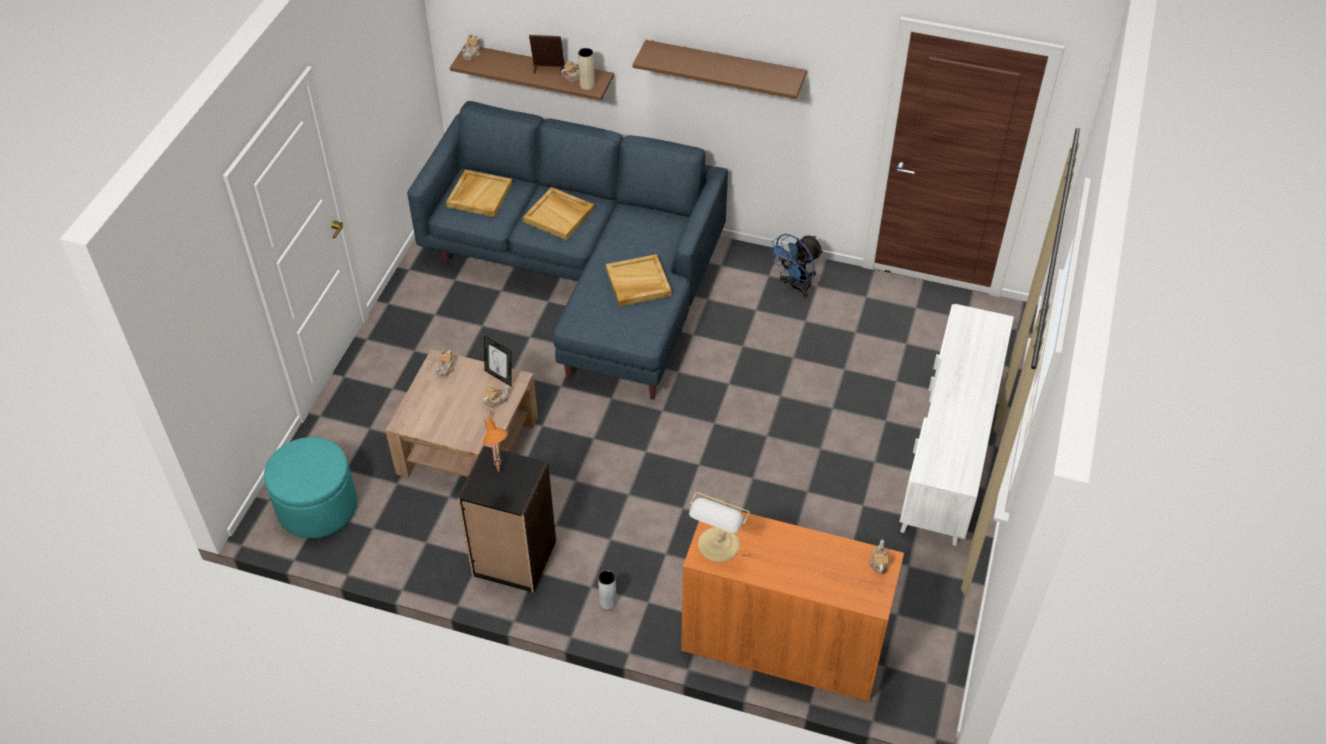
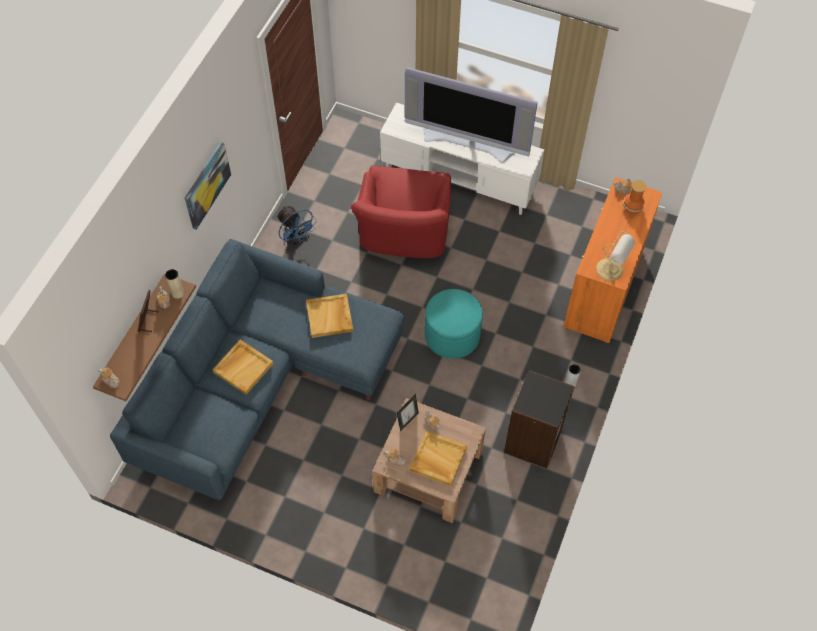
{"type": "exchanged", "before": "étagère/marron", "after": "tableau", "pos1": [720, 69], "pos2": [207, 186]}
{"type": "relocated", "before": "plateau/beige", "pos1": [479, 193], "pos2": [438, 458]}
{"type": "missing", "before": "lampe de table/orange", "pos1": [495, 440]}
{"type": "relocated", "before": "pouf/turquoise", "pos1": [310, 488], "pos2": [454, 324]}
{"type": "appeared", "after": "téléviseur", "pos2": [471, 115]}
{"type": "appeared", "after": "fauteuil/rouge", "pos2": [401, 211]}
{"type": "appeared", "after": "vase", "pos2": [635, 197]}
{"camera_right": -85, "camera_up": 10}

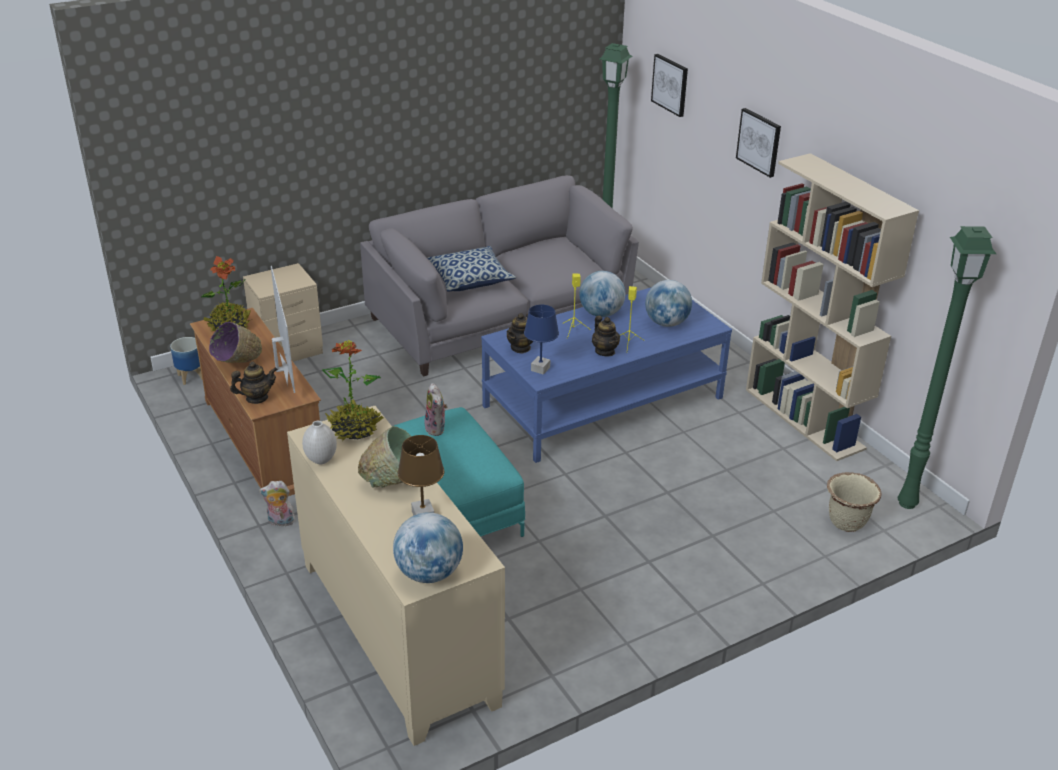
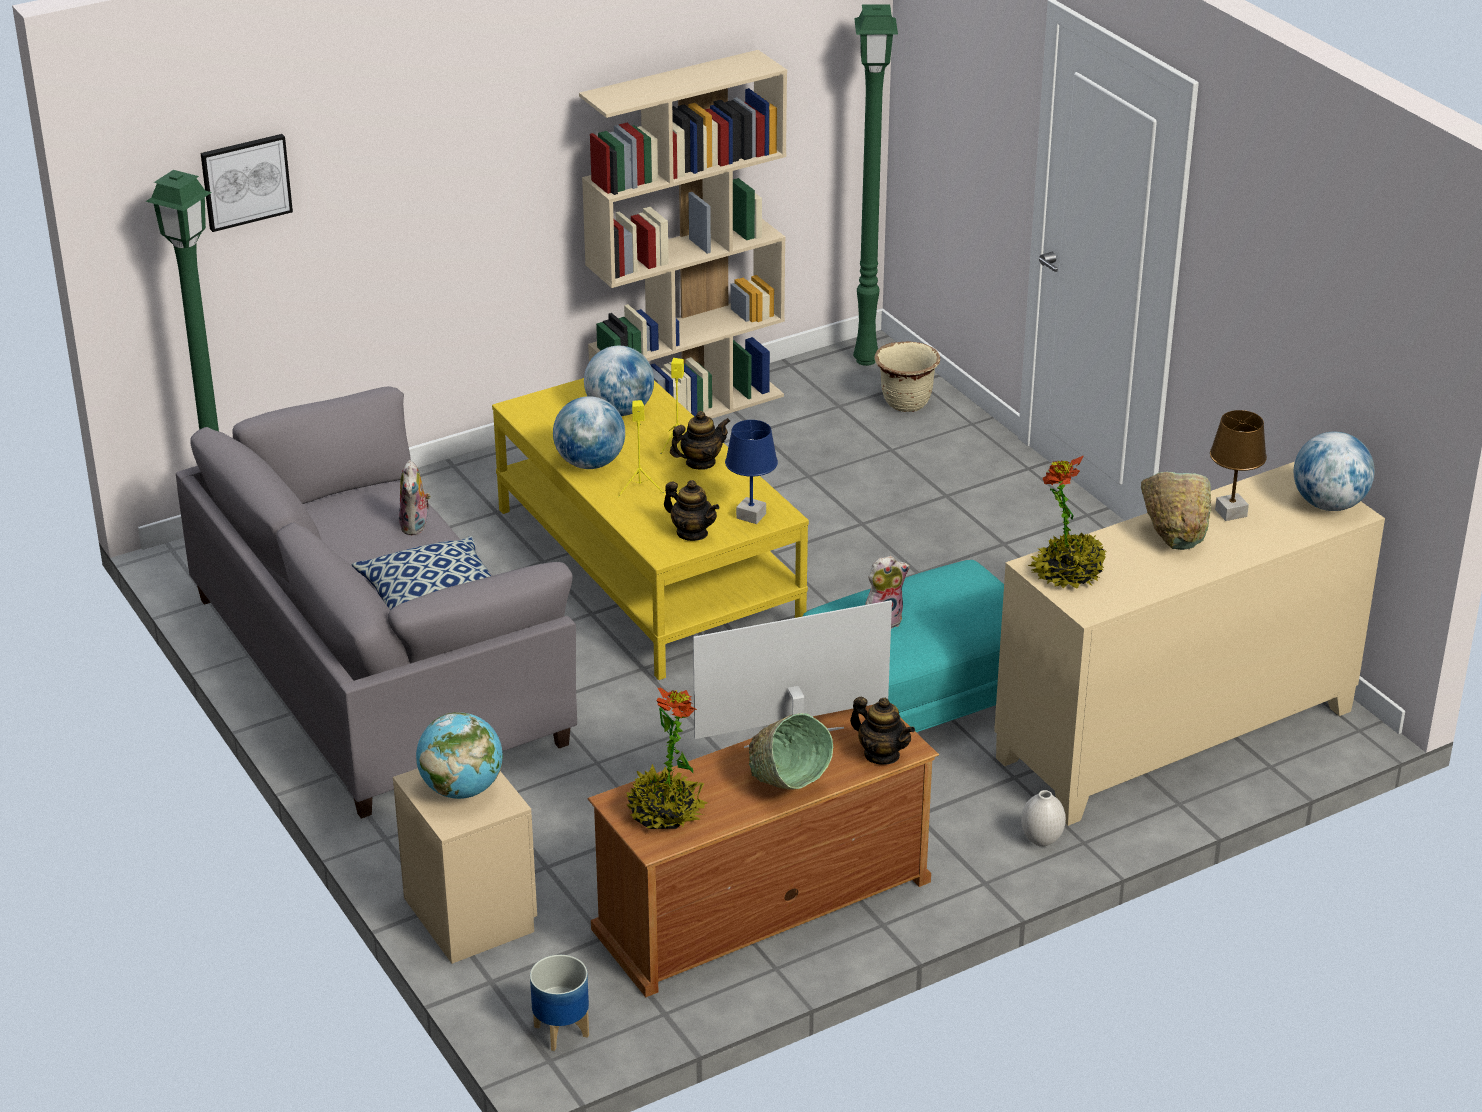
{"type": "missing", "before": "tableau", "pos1": [758, 143]}
{"type": "colour", "before": "table basse/bleu", "after": "table basse/jaune", "pos1": [606, 375], "pos2": [650, 529]}
{"type": "colour", "before": "bol/violet", "after": "bol/vert", "pos1": [235, 342], "pos2": [791, 751]}
{"type": "spun", "before": "théière", "pos1": [254, 382], "pos2": [882, 731], "turn": 150}
{"type": "relocated", "before": "vase/blanc", "pos1": [319, 442], "pos2": [1043, 818]}
{"type": "relocated", "before": "peluche", "pos1": [277, 504], "pos2": [415, 497]}
{"type": "appeared", "after": "globe", "pos2": [459, 755]}
{"camera_right": -90, "camera_up": 0}

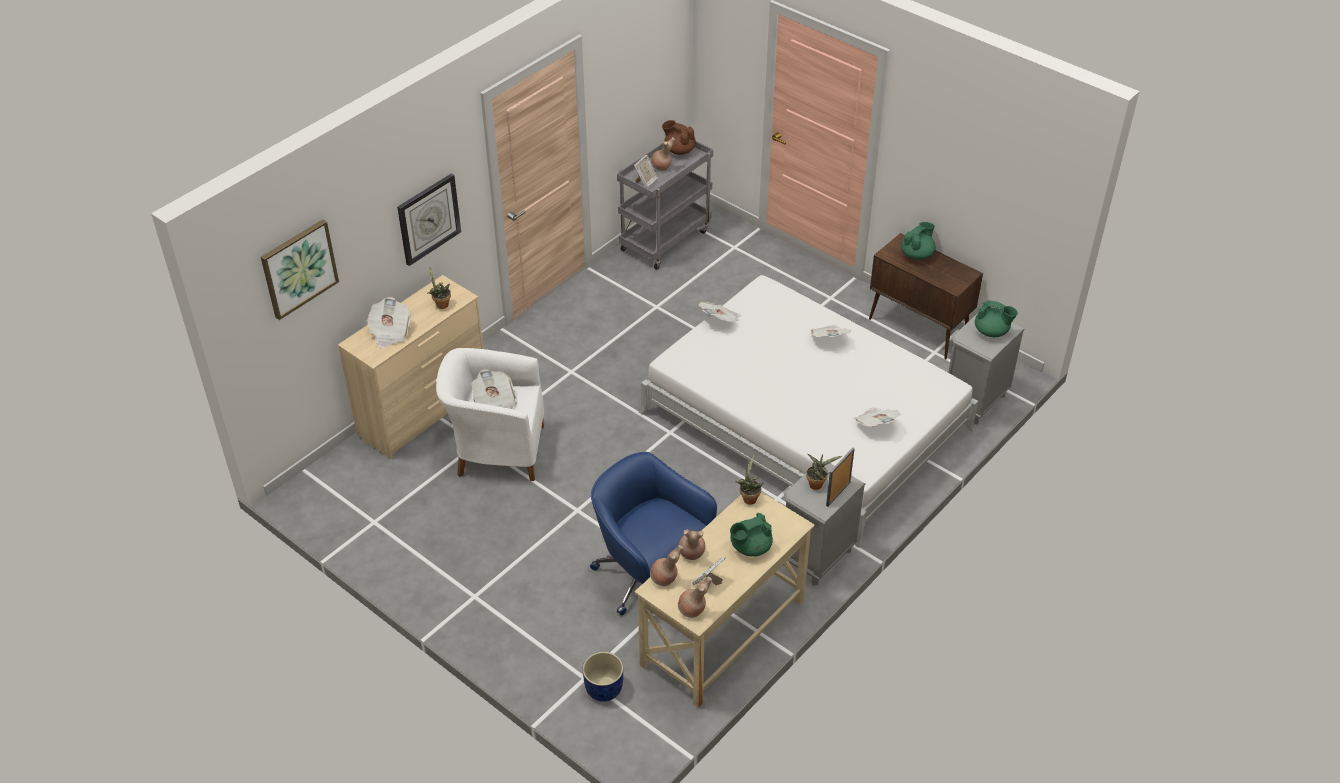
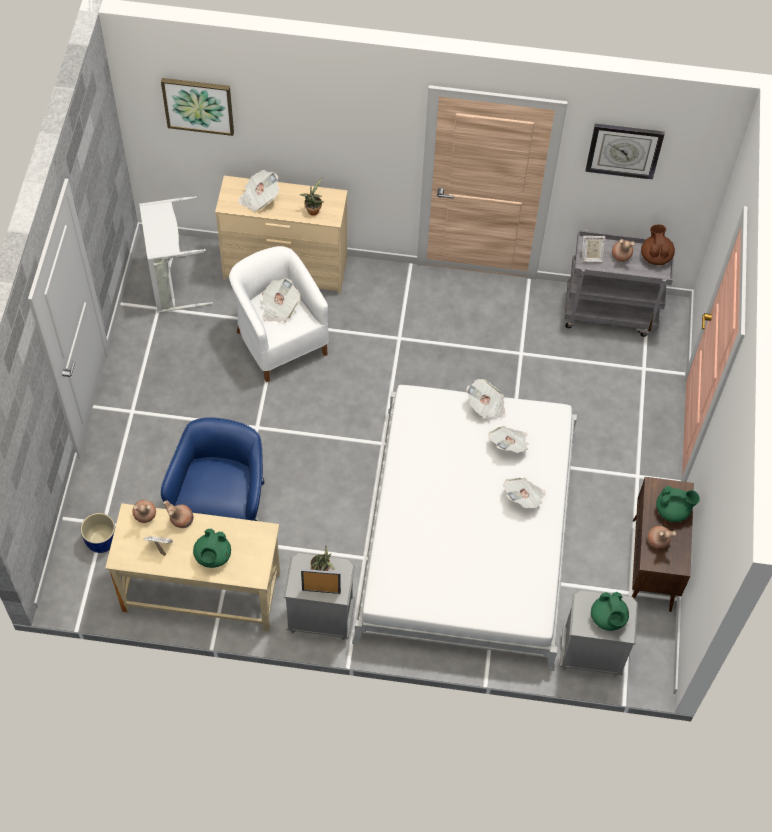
{"type": "relocated", "before": "horloge murale", "pos1": [429, 220], "pos2": [625, 152]}
{"type": "relocated", "before": "journal", "pos1": [878, 417], "pos2": [508, 439]}
{"type": "missing", "before": "plante en pot", "pos1": [749, 480]}
{"type": "spun", "before": "théière/vert", "pos1": [751, 535], "pos2": [212, 548], "turn": -105}
{"type": "relocated", "before": "vase/marron", "pos1": [695, 597], "pos2": [661, 537]}
{"type": "appeared", "after": "panier à linge/gris", "pos2": [176, 254]}
{"camera_right": 55, "camera_up": 15}

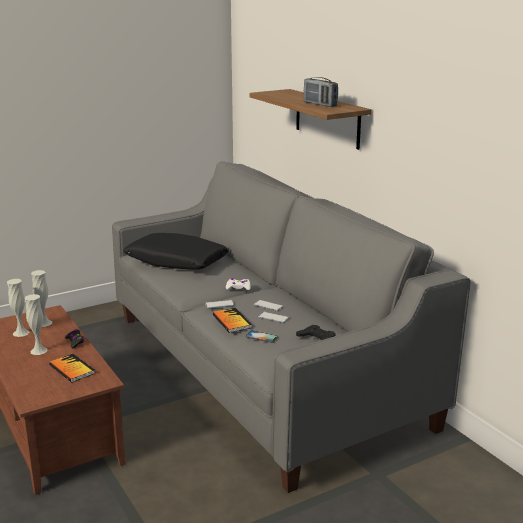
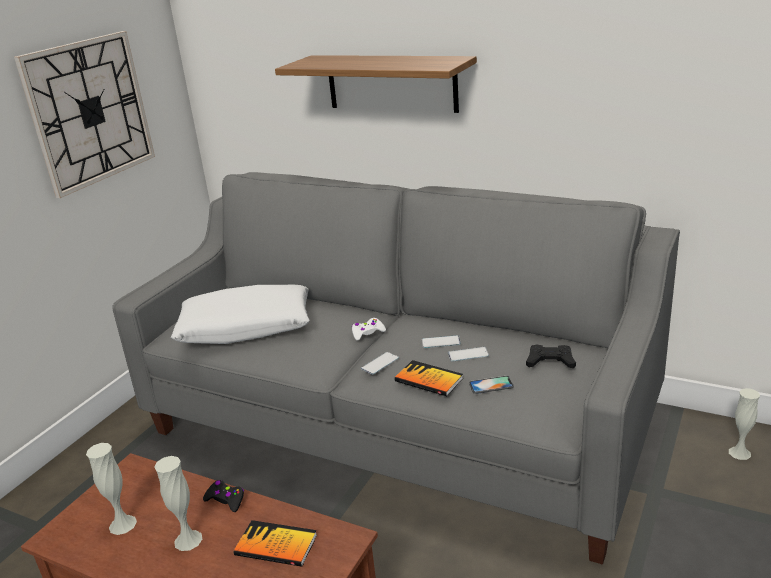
{"type": "missing", "before": "radio", "pos1": [321, 92]}
{"type": "colour", "before": "coussin/noir", "after": "coussin/blanc", "pos1": [176, 251], "pos2": [240, 314]}
{"type": "relocated", "before": "vase/blanc", "pos1": [41, 298], "pos2": [744, 424]}
{"type": "appeared", "after": "horloge murale", "pos2": [84, 114]}
{"camera_right": -30, "camera_up": 5}

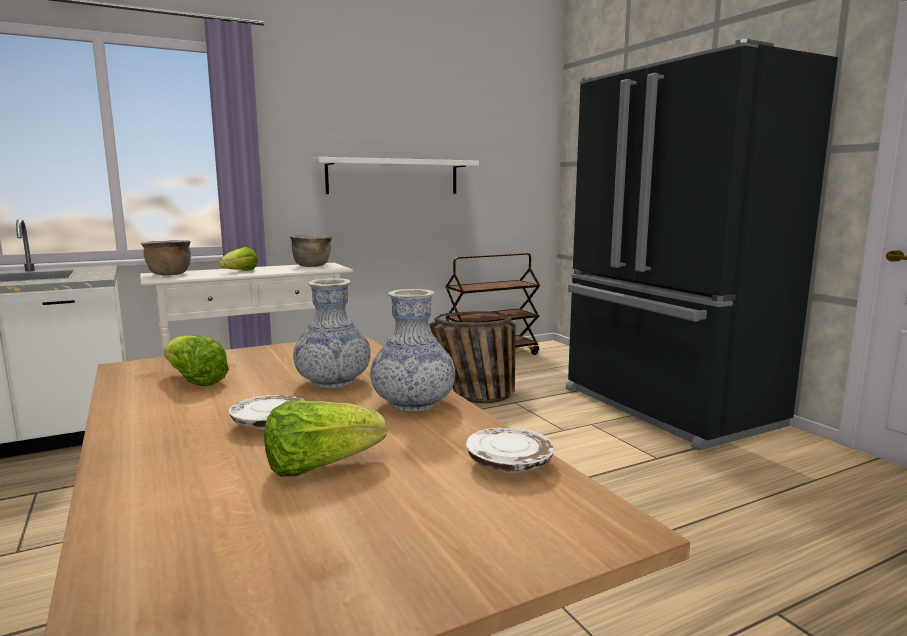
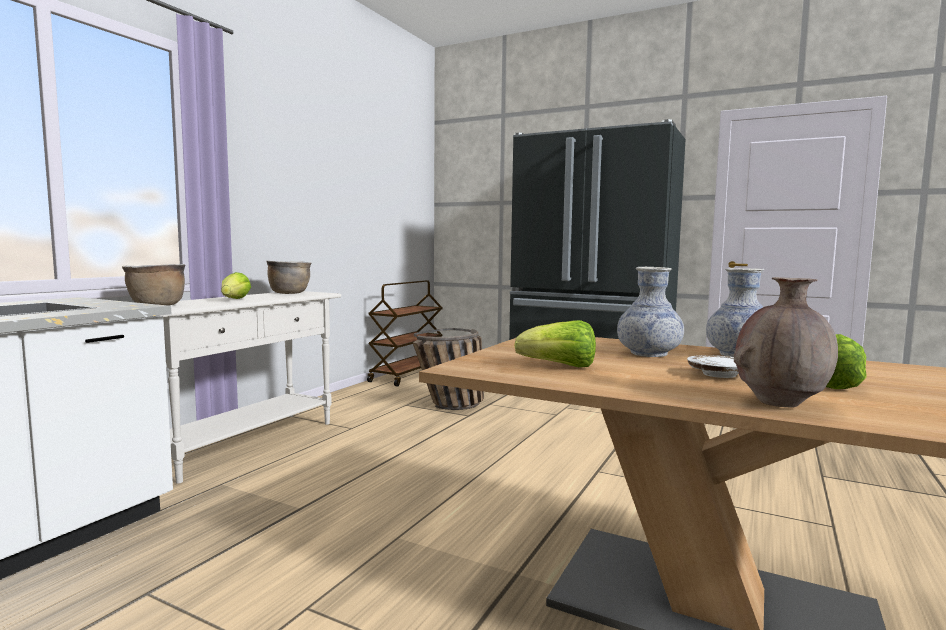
{"type": "missing", "before": "étagère/blanc", "pos1": [395, 175]}
{"type": "missing", "before": "assiette/blanc", "pos1": [510, 450]}
{"type": "appeared", "after": "vase/marron", "pos2": [786, 342]}
{"camera_right": -35, "camera_up": -5}

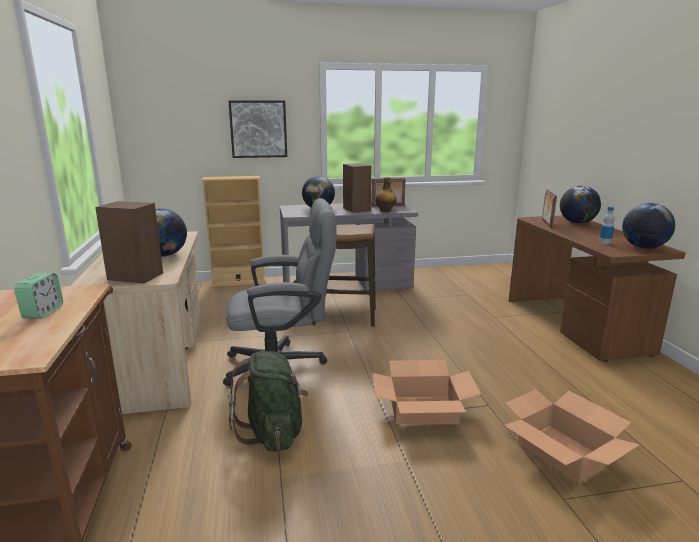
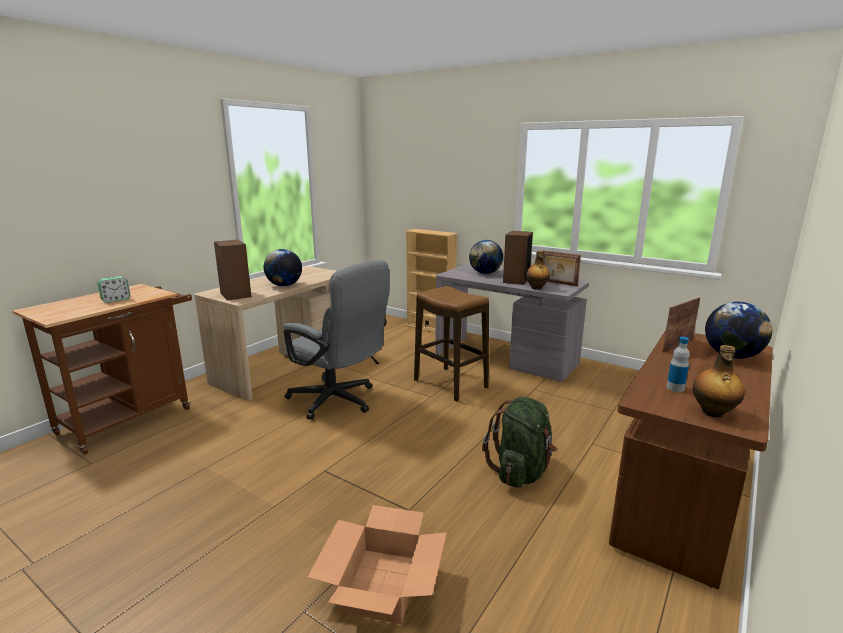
{"type": "missing", "before": "tableau", "pos1": [257, 129]}
{"type": "exchanged", "before": "globe", "after": "bouteille", "pos1": [648, 226], "pos2": [719, 381]}
{"type": "relocated", "before": "sac à dos/vert", "pos1": [268, 401], "pos2": [519, 442]}
{"type": "missing", "before": "carton", "pos1": [426, 392]}
{"camera_right": 45, "camera_up": 0}

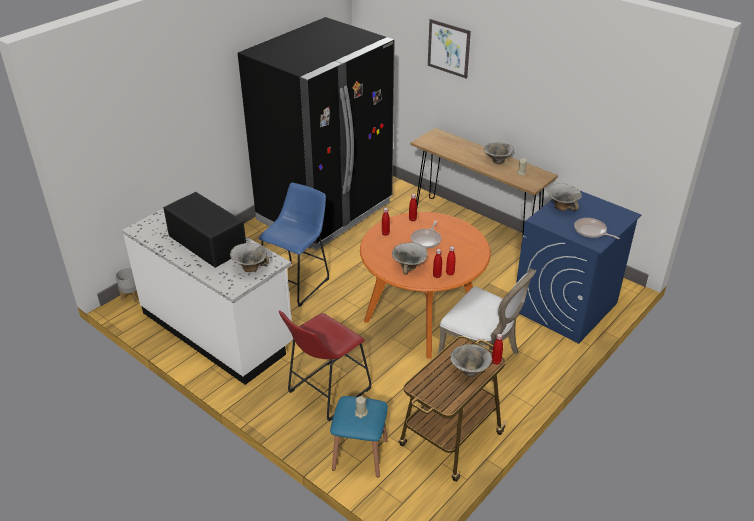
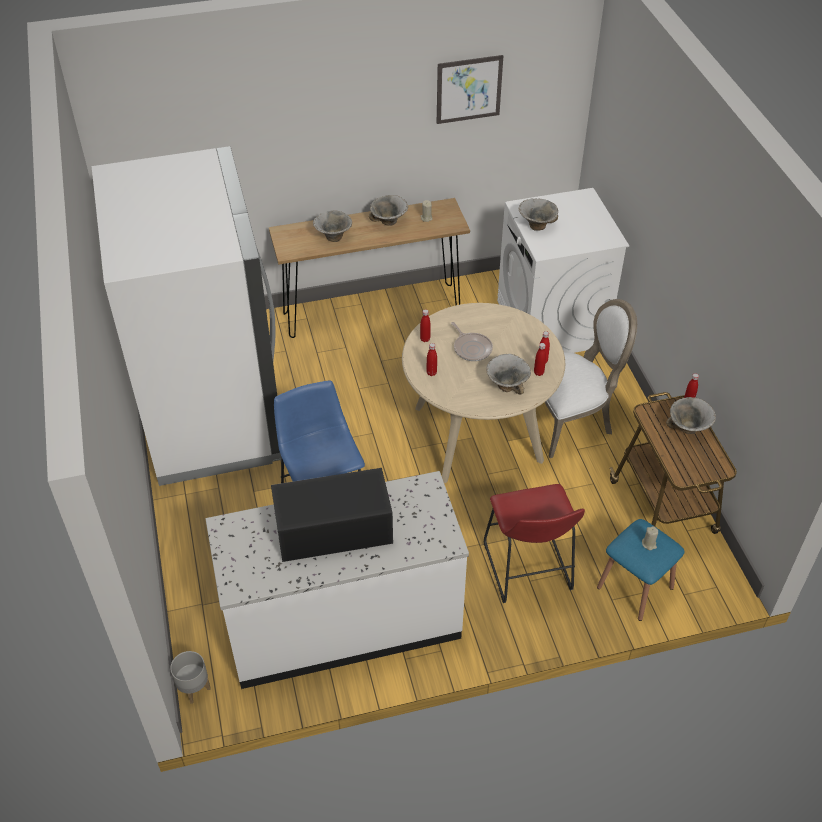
{"type": "colour", "before": "réfrigérateur/noir", "after": "réfrigérateur/blanc", "pos1": [316, 133], "pos2": [186, 316]}
{"type": "relocated", "before": "tableau", "pos1": [449, 49], "pos2": [470, 89]}
{"type": "colour", "before": "lave-linge/bleu", "after": "lave-linge/blanc", "pos1": [578, 267], "pos2": [563, 270]}
{"type": "colour", "before": "table à manger/orange", "after": "table à manger/beige", "pos1": [425, 285], "pos2": [483, 393]}
{"type": "missing", "before": "poêle", "pos1": [597, 228]}
{"type": "relocated", "before": "bol", "pos1": [249, 257], "pos2": [332, 226]}
{"camera_right": -55, "camera_up": 10}

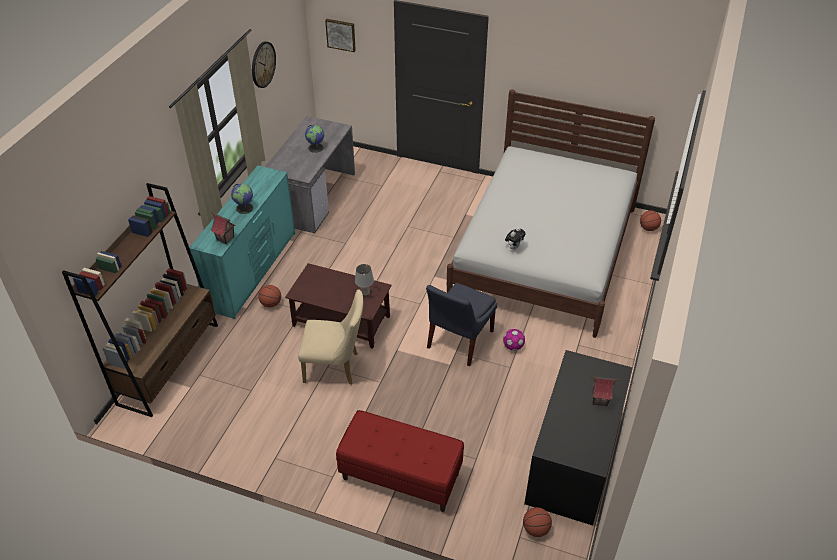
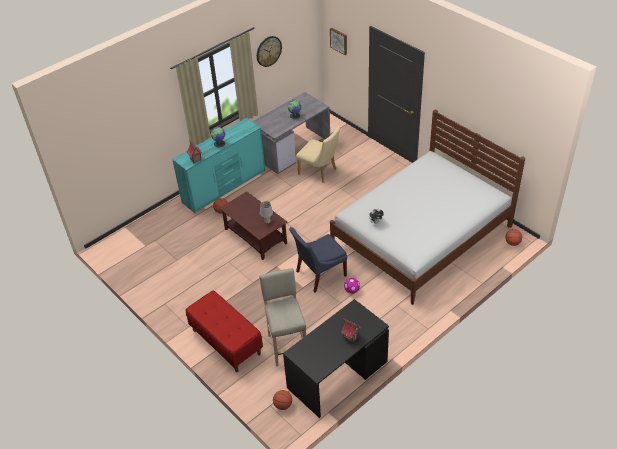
{"type": "missing", "before": "bibliothèque/marron", "pos1": [140, 300]}
{"type": "relocated", "before": "chaise/beige", "pos1": [330, 337], "pos2": [318, 154]}
{"type": "appeared", "after": "tabouret/beige", "pos2": [282, 317]}
{"camera_right": 30, "camera_up": 0}

